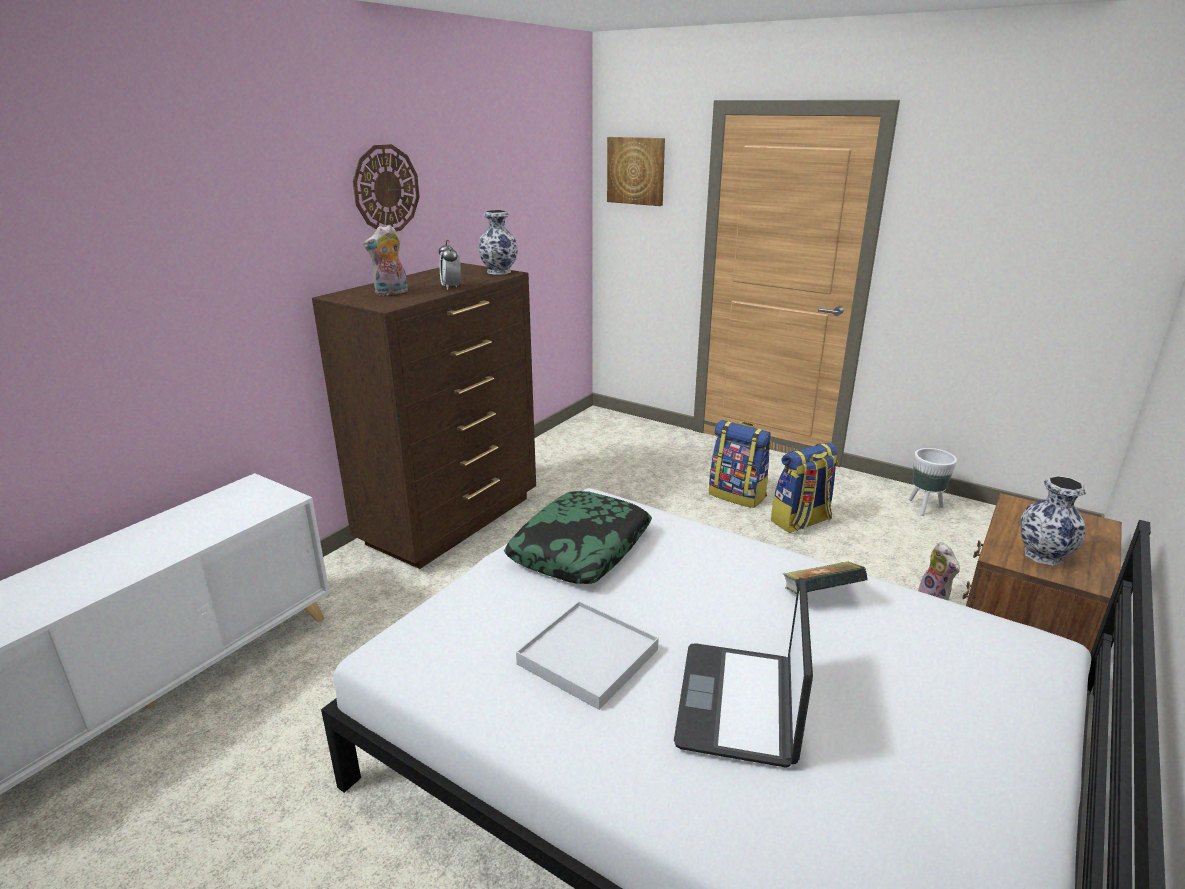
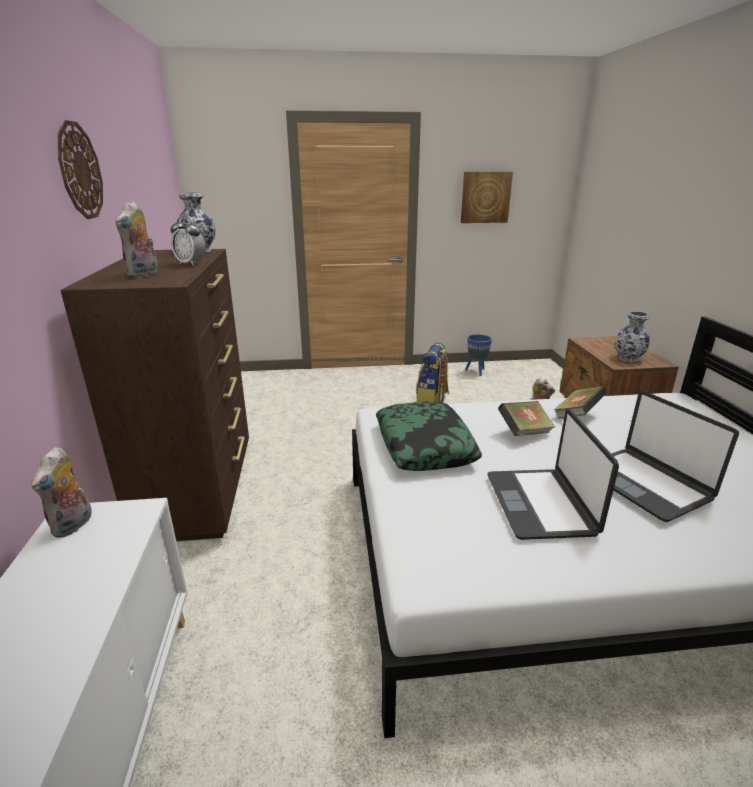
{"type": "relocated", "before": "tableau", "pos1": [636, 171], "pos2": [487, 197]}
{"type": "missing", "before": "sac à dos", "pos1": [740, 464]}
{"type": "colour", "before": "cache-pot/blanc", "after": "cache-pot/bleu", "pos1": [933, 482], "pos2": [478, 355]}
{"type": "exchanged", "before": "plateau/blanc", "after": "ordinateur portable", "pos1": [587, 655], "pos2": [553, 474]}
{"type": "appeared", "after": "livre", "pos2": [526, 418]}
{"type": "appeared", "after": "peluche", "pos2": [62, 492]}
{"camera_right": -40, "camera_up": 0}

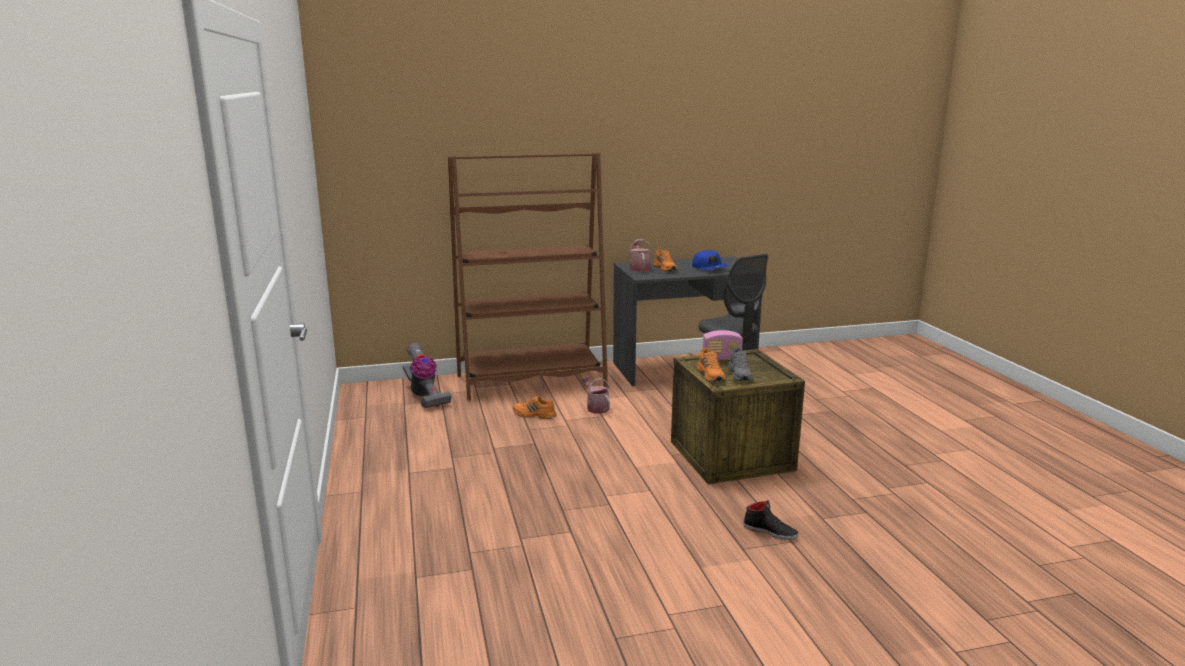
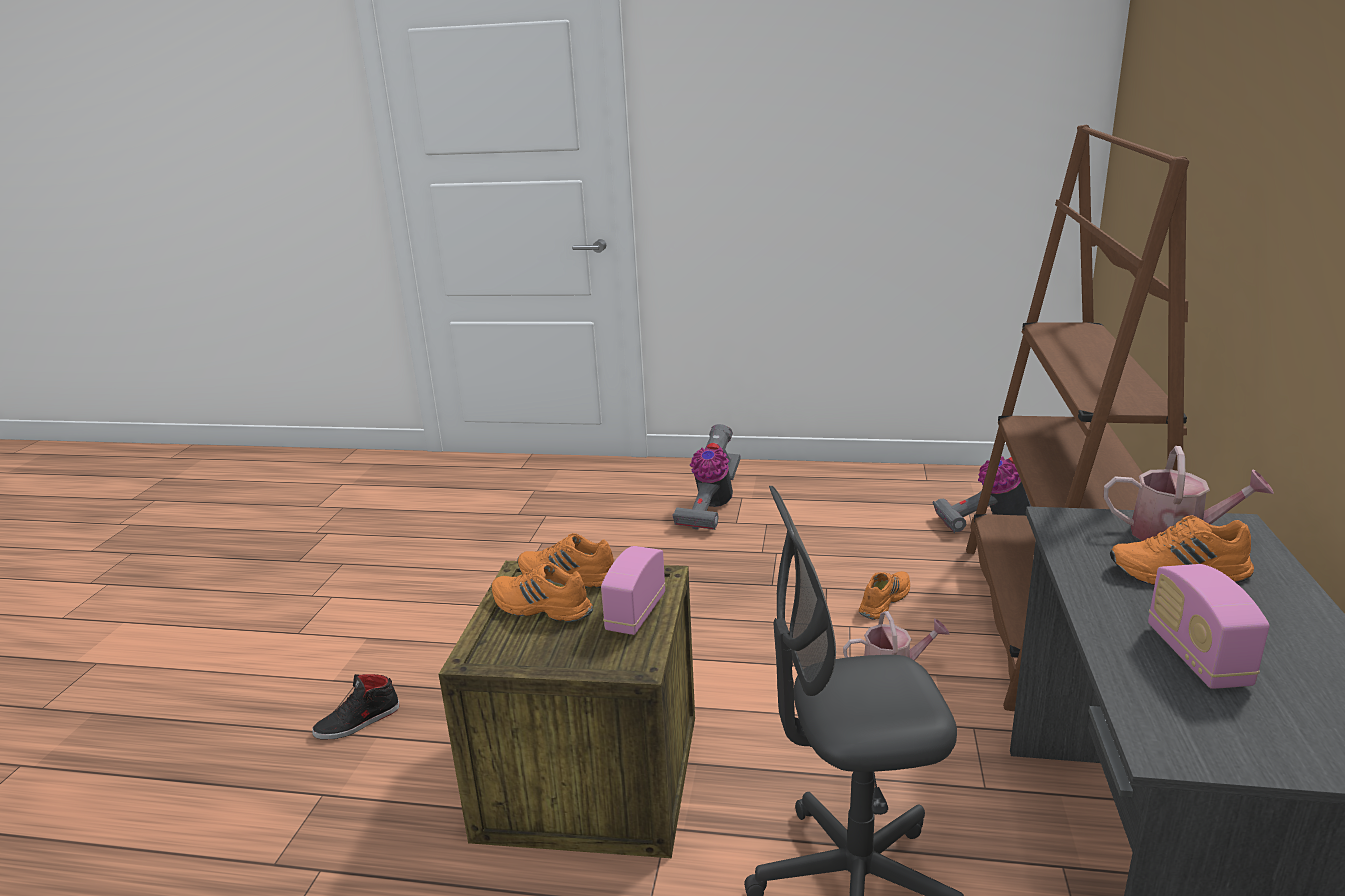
{"type": "exchanged", "before": "casquette/bleu", "after": "radio", "pos1": [710, 260], "pos2": [1209, 626]}
{"type": "colour", "before": "chaussure/gris", "after": "chaussure/orange", "pos1": [741, 364], "pos2": [542, 592]}
{"type": "appeared", "after": "aspirateur", "pos2": [706, 477]}
{"camera_right": 115, "camera_up": 5}

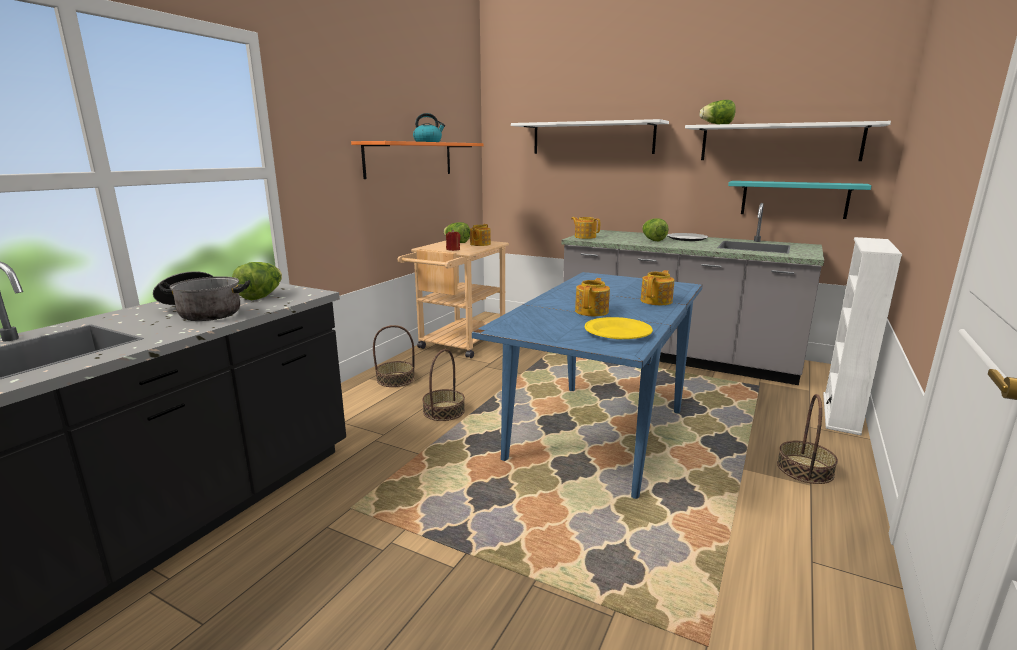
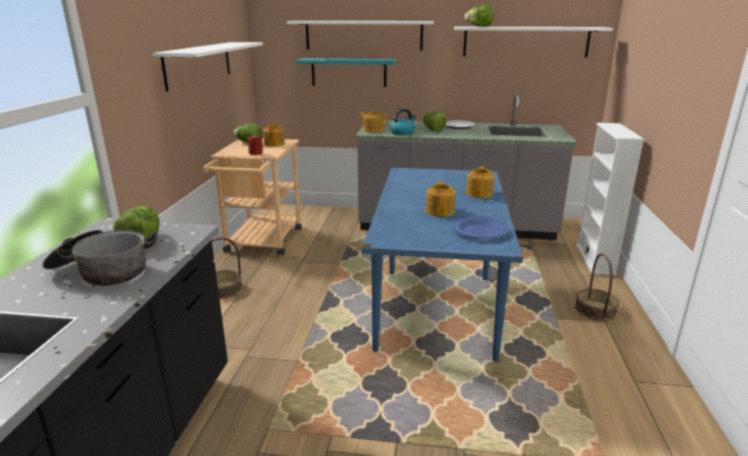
{"type": "relocated", "before": "bouilloire", "pos1": [429, 127], "pos2": [403, 121]}
{"type": "colour", "before": "étagère/orange", "after": "étagère/blanc", "pos1": [417, 160], "pos2": [207, 66]}
{"type": "relocated", "before": "étagère/turquoise", "pos1": [800, 200], "pos2": [346, 72]}
{"type": "colour", "before": "assiette/jaune", "after": "assiette/bleu", "pos1": [619, 328], "pos2": [480, 227]}
{"type": "missing", "before": "panier", "pos1": [443, 385]}
{"camera_right": -20, "camera_up": 5}

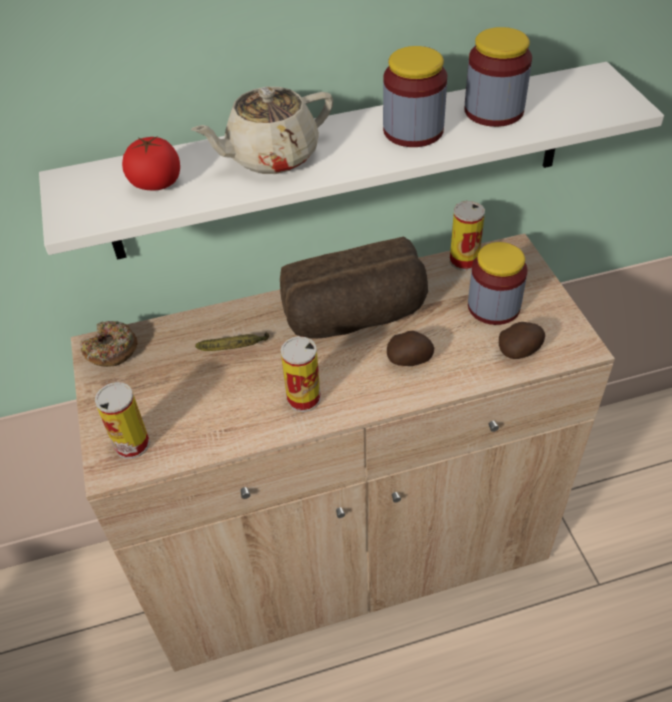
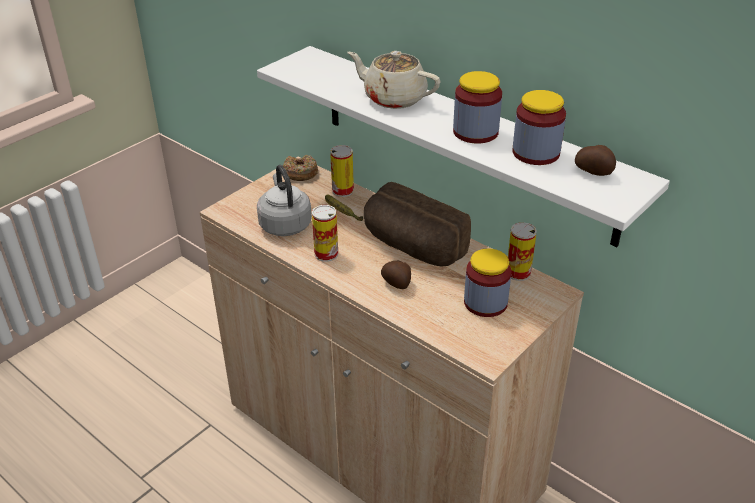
{"type": "missing", "before": "tomate", "pos1": [151, 163]}
{"type": "relocated", "before": "pomme de terre", "pos1": [522, 340], "pos2": [595, 160]}
{"type": "relocated", "before": "boîte métallique", "pos1": [122, 420], "pos2": [342, 171]}
{"type": "appeared", "after": "bouilloire/gris", "pos2": [284, 200]}
{"camera_right": 55, "camera_up": -10}

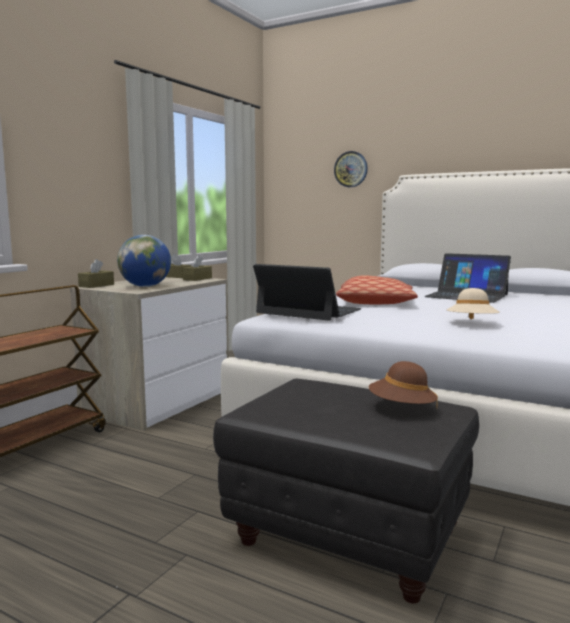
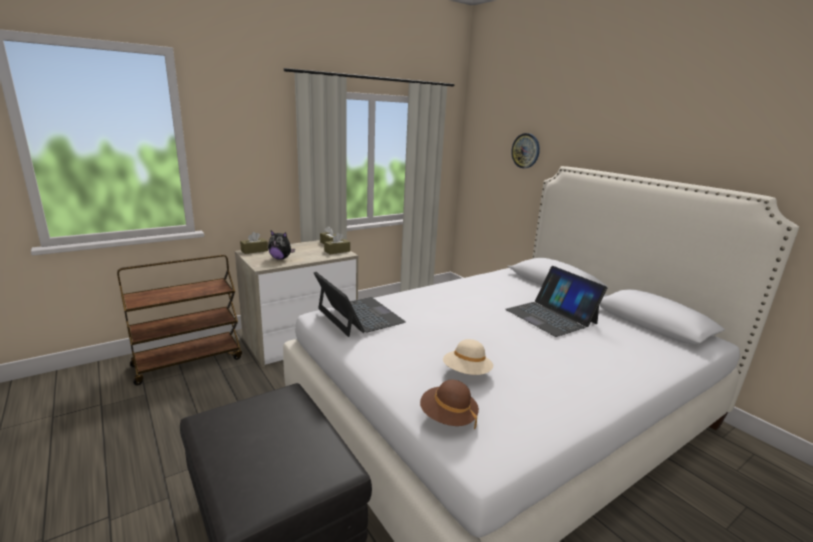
{"type": "exchanged", "before": "globe", "after": "peluche", "pos1": [144, 261], "pos2": [281, 245]}
{"type": "missing", "before": "coussin", "pos1": [377, 290]}
{"type": "relocated", "before": "chapeau/marron", "pos1": [403, 384], "pos2": [449, 404]}
{"camera_right": 25, "camera_up": 10}

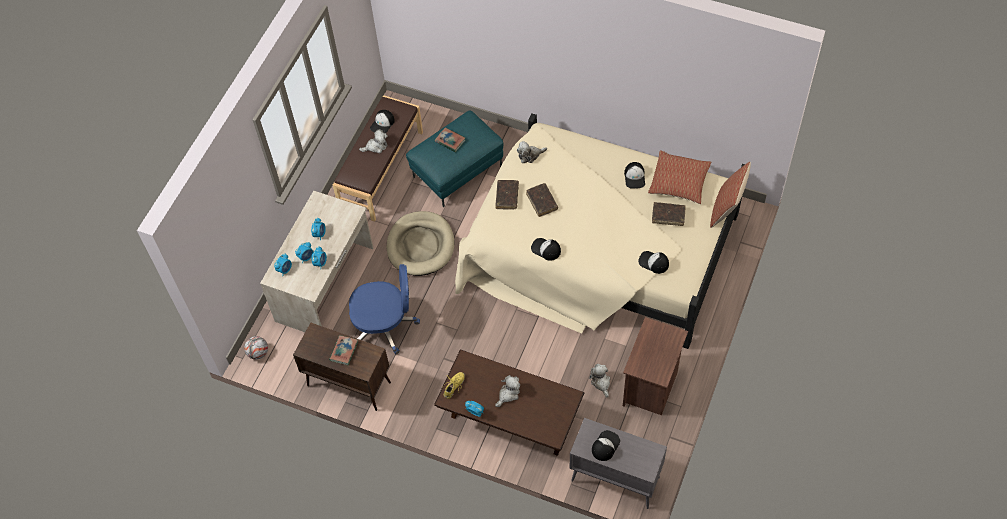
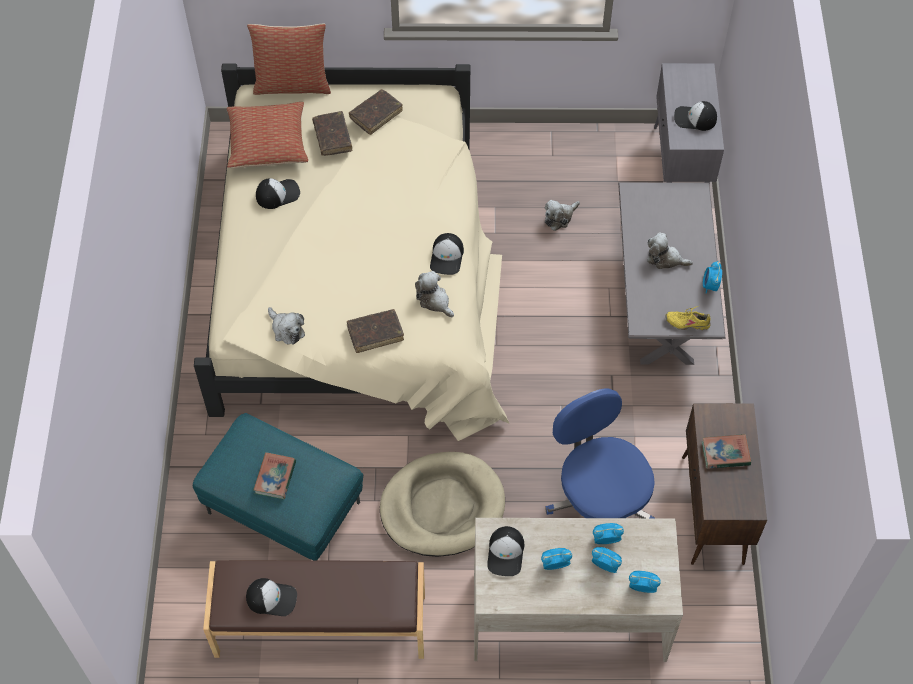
{"type": "relocated", "before": "peluche", "pos1": [373, 141], "pos2": [434, 294]}
{"type": "relocated", "before": "livre/marron", "pos1": [542, 200], "pos2": [376, 112]}
{"type": "relocated", "before": "casquette", "pos1": [653, 262], "pos2": [505, 551]}
{"type": "missing", "before": "table de chevet/marron", "pos1": [655, 366]}
{"type": "missing", "before": "ballon de foot", "pos1": [256, 348]}
{"type": "colour", "before": "table basse/marron", "after": "table basse/gris", "pos1": [509, 402], "pos2": [671, 273]}
{"camera_right": -115, "camera_up": 0}

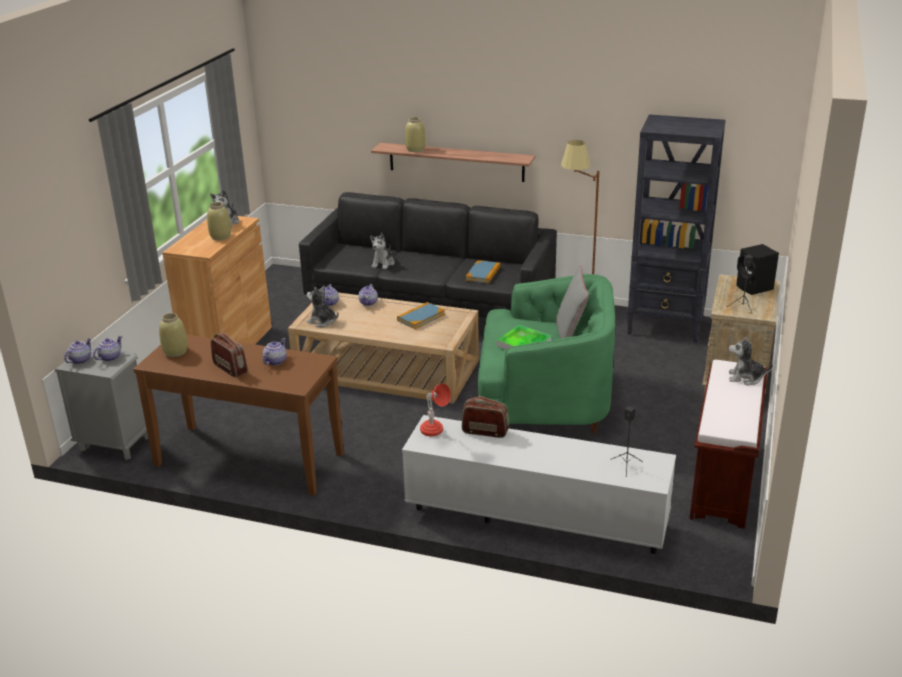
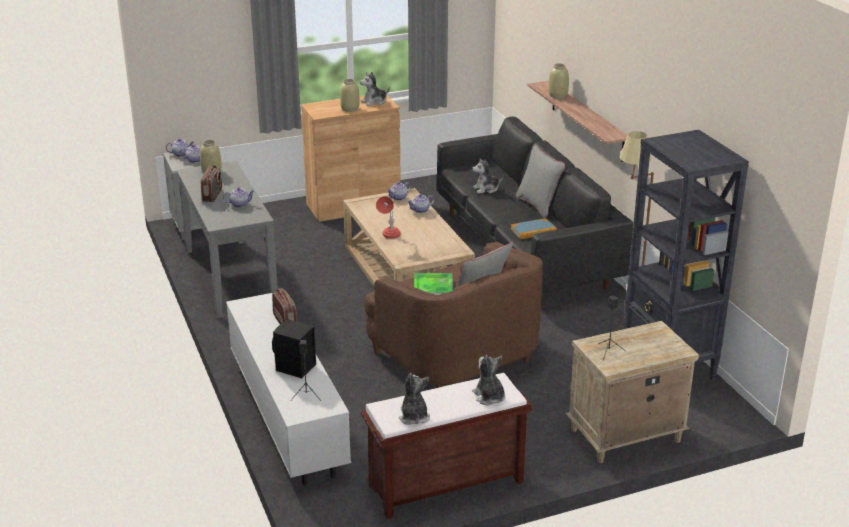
{"type": "relocated", "before": "enceinte/noir", "pos1": [757, 269], "pos2": [294, 348]}
{"type": "colour", "before": "fauteuil/vert", "after": "fauteuil/marron", "pos1": [546, 353], "pos2": [453, 314]}
{"type": "relocated", "before": "peluche", "pos1": [323, 306], "pos2": [414, 399]}
{"type": "missing", "before": "livre", "pos1": [421, 315]}
{"type": "colour", "before": "table console/marron", "after": "table console/gris", "pos1": [238, 415], "pos2": [227, 239]}
{"type": "relocated", "before": "lampe de table/rouge", "pos1": [435, 410], "pos2": [388, 217]}
{"type": "appeared", "after": "coussin/gris", "pos2": [540, 181]}
{"camera_right": 50, "camera_up": 0}

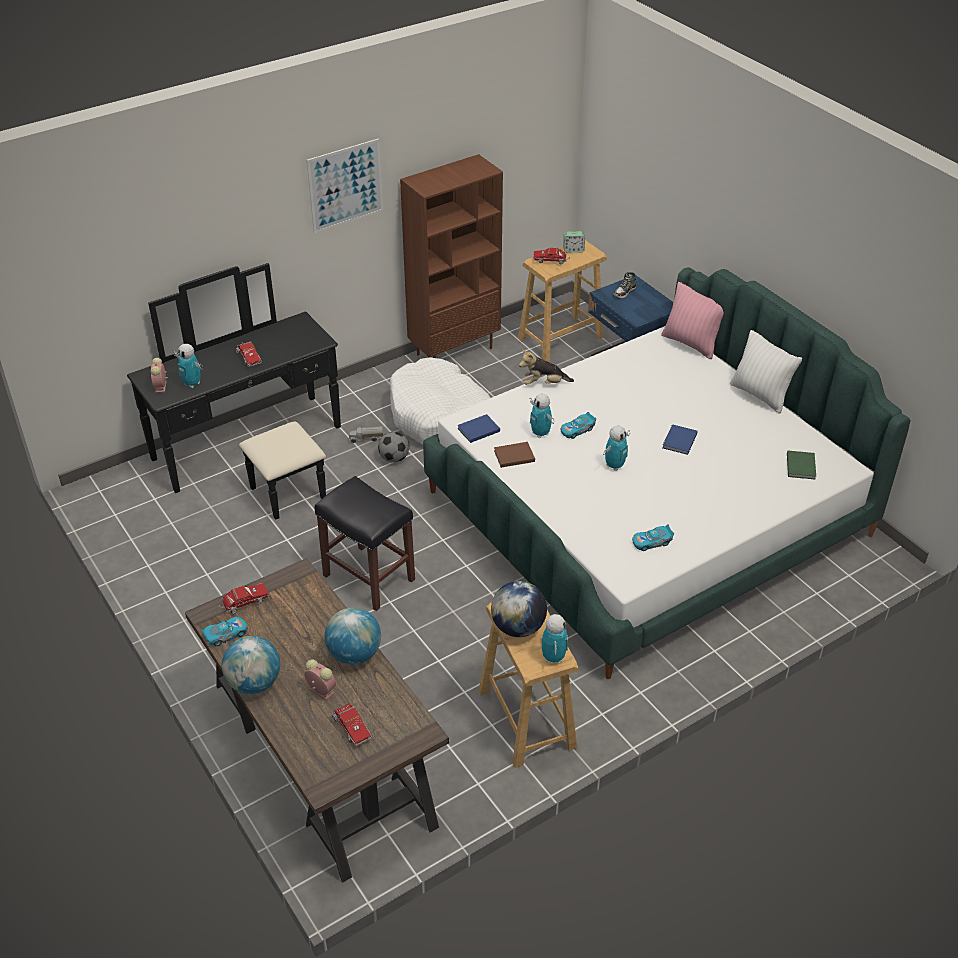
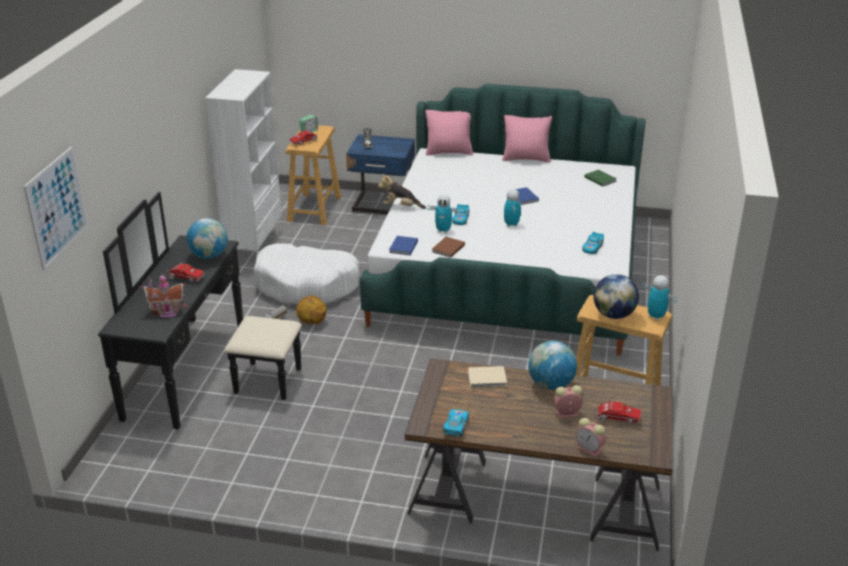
{"type": "relocated", "before": "tableau", "pos1": [344, 185], "pos2": [55, 208]}
{"type": "colour", "before": "bibliothèque/marron", "after": "bibliothèque/blanc", "pos1": [451, 256], "pos2": [243, 163]}
{"type": "colour", "before": "coussin/blanc", "after": "coussin/rose", "pos1": [766, 371], "pos2": [527, 138]}
{"type": "exchanged", "before": "robot jouet", "after": "maison miniature", "pos1": [188, 366], "pos2": [164, 295]}
{"type": "spun", "before": "peluche", "pos1": [546, 367], "pos2": [402, 191], "turn": 60}
{"type": "relocated", "before": "réveil", "pos1": [159, 375], "pos2": [591, 437]}
{"type": "exchanged", "before": "ballon de foot", "after": "ballon de basket", "pos1": [393, 447], "pos2": [311, 310]}
{"type": "missing", "before": "tabouret/noir", "pos1": [365, 543]}
{"type": "missing", "before": "camion jouet", "pos1": [244, 598]}
{"type": "relocated", "before": "globe", "pos1": [251, 665], "pos2": [207, 238]}
{"type": "appeared", "after": "livre/beige", "pos2": [487, 377]}
{"camera_right": -45, "camera_up": -10}

